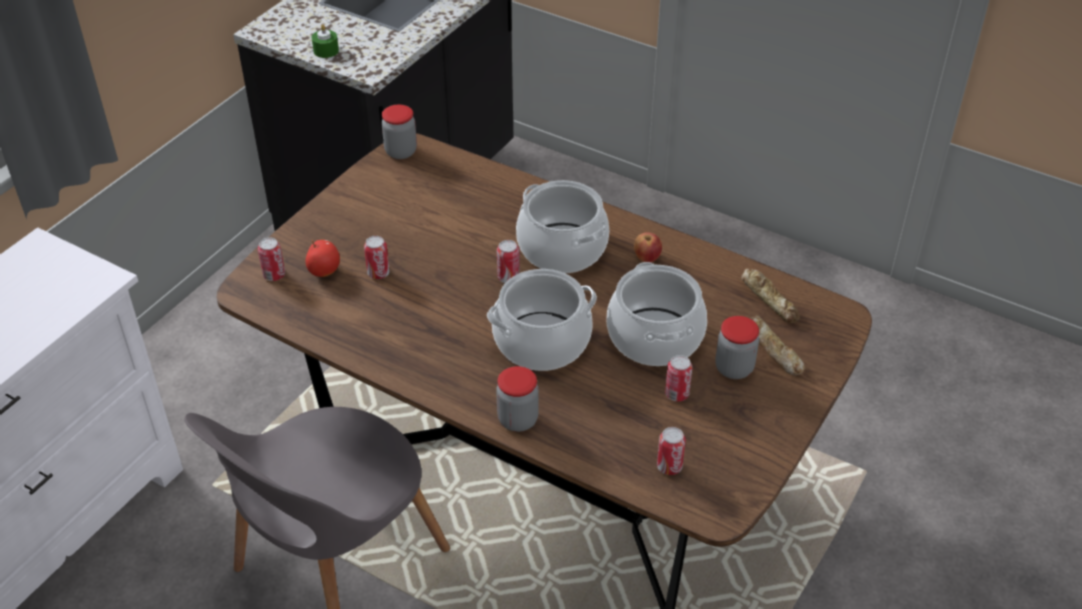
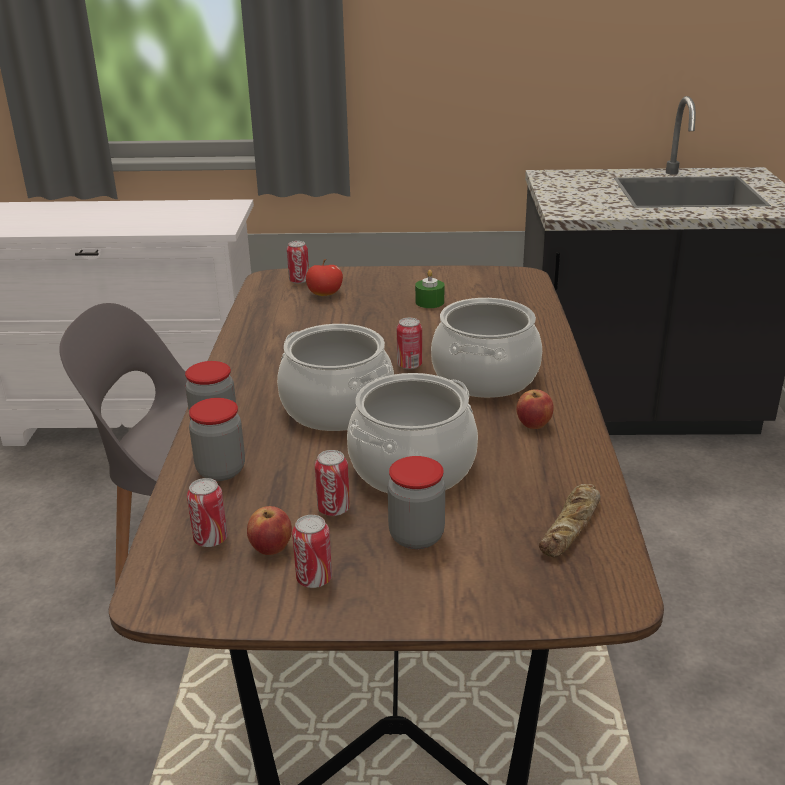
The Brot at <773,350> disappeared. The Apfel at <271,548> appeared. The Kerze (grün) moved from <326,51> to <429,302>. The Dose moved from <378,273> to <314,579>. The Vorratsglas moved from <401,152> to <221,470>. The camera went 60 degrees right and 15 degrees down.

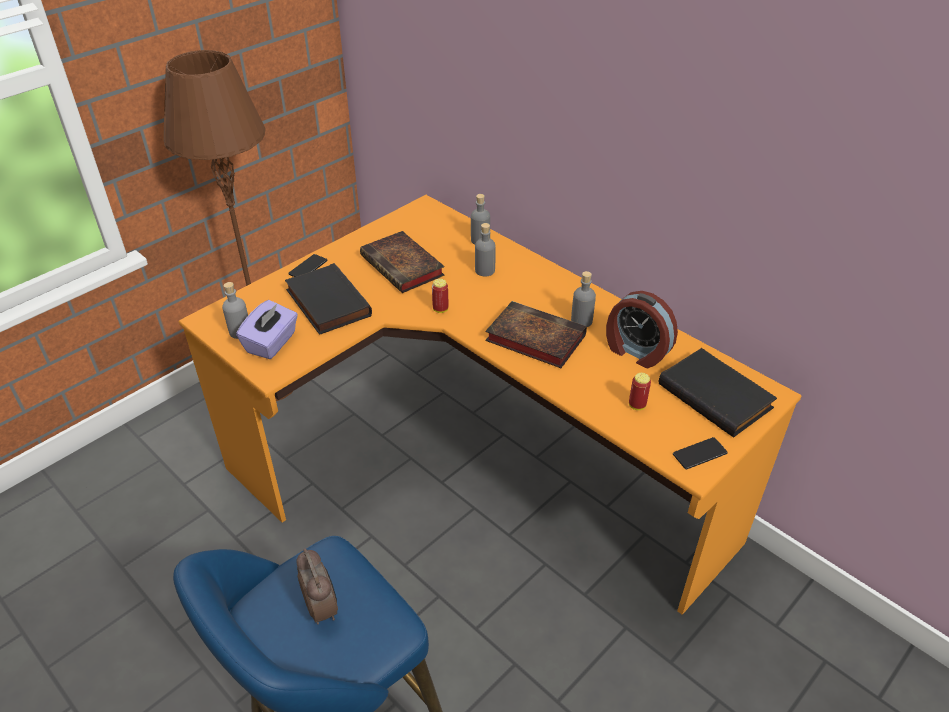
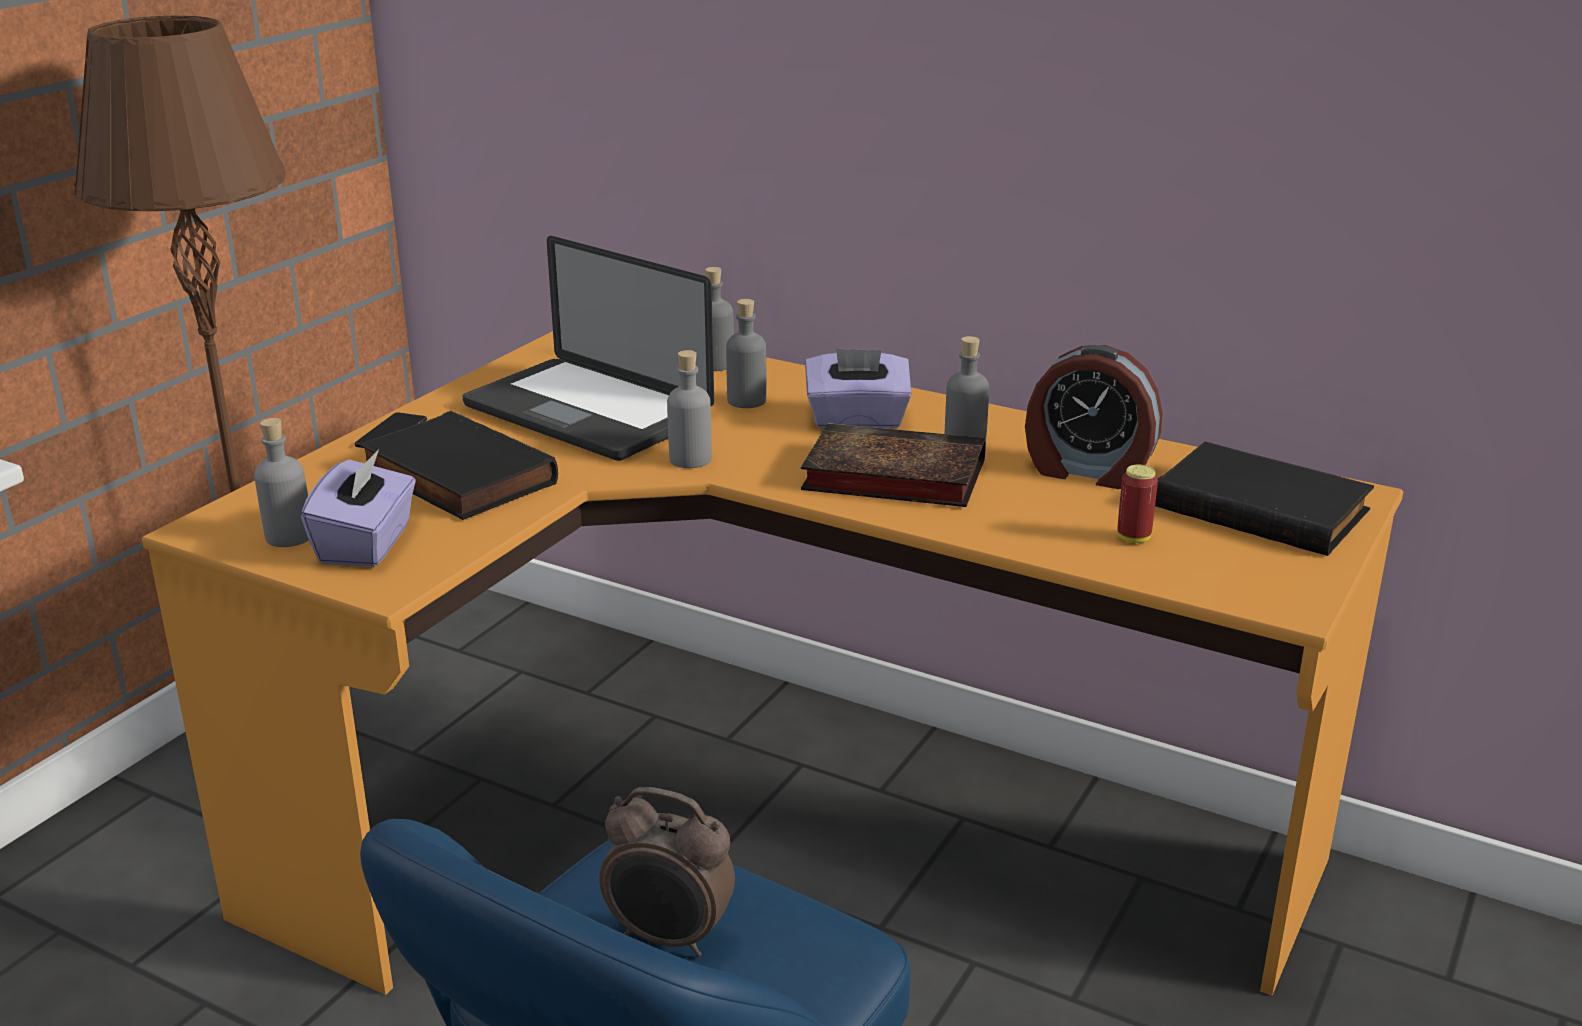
The Handy at <699,454> disappeared. The Taschentuchbox (lila) at <857,420> appeared. The Buch at <404,267> was replaced by the Laptop at <587,412>. The Dose at <440,309> was replaced by the Flasche (grau) at <690,459>. The Wecker at <322,607> turned 150 degrees clockwise. The camera went 15 degrees left and 15 degrees down.

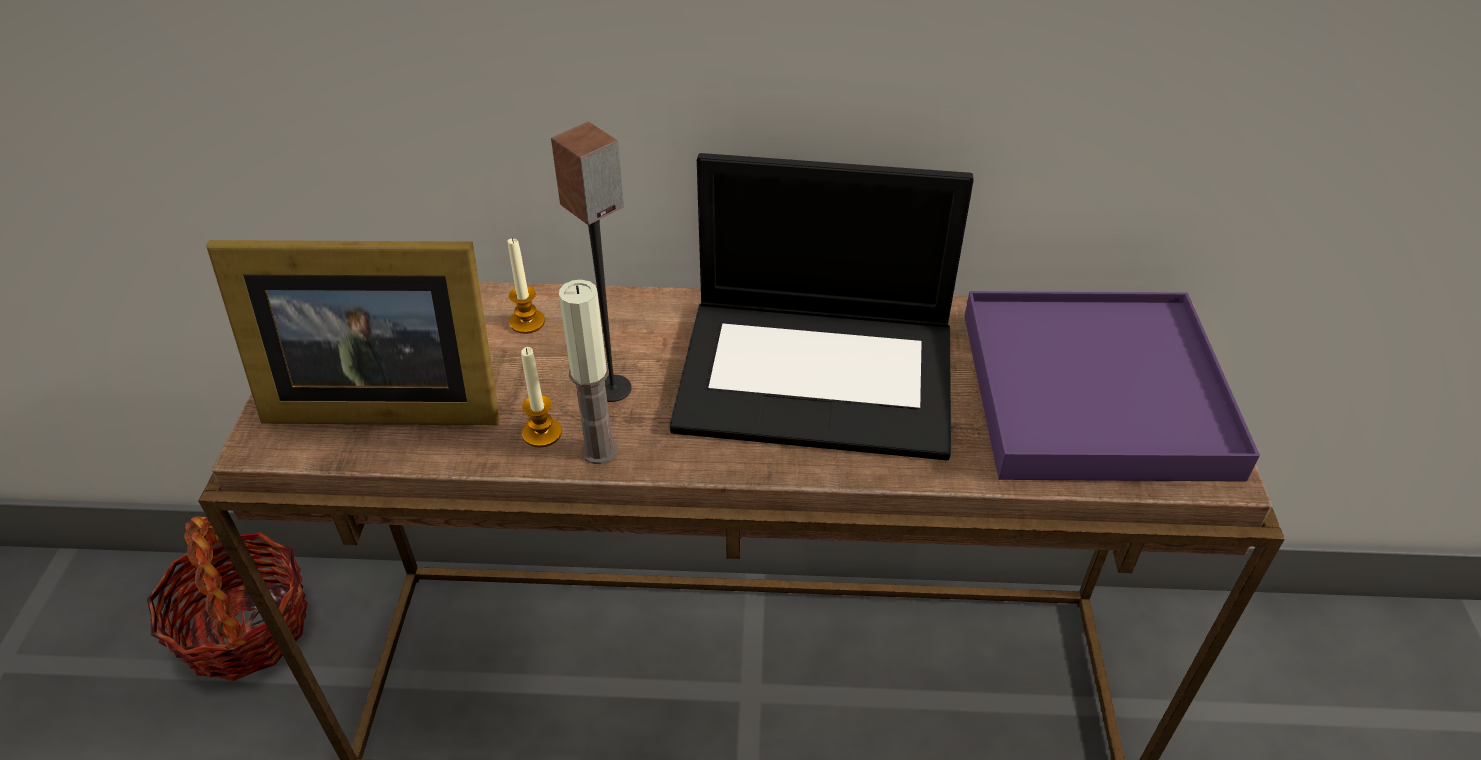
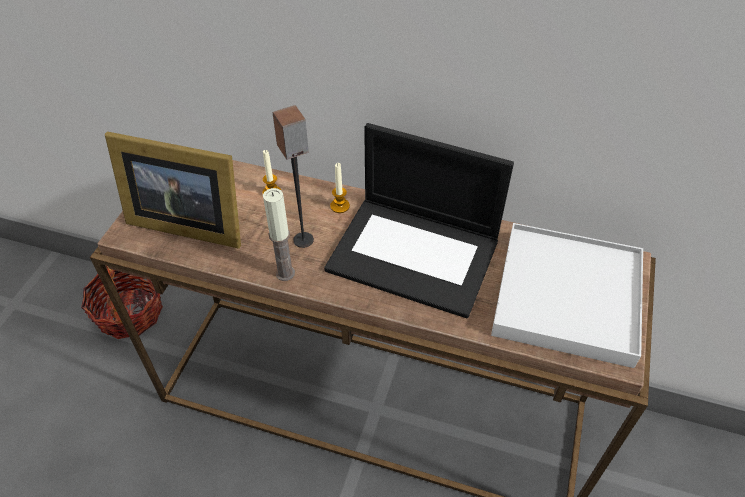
The Kerze moved from <542,433> to <340,206>. The Tablett (lila) at <1094,393> became the Tablett (weiß) at <566,297>. The camera went 15 degrees right and 5 degrees up.

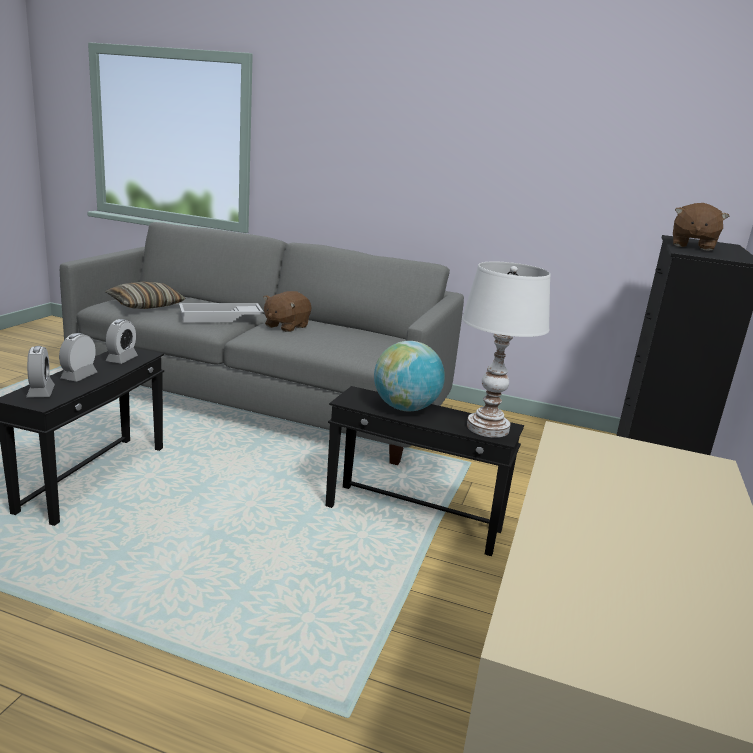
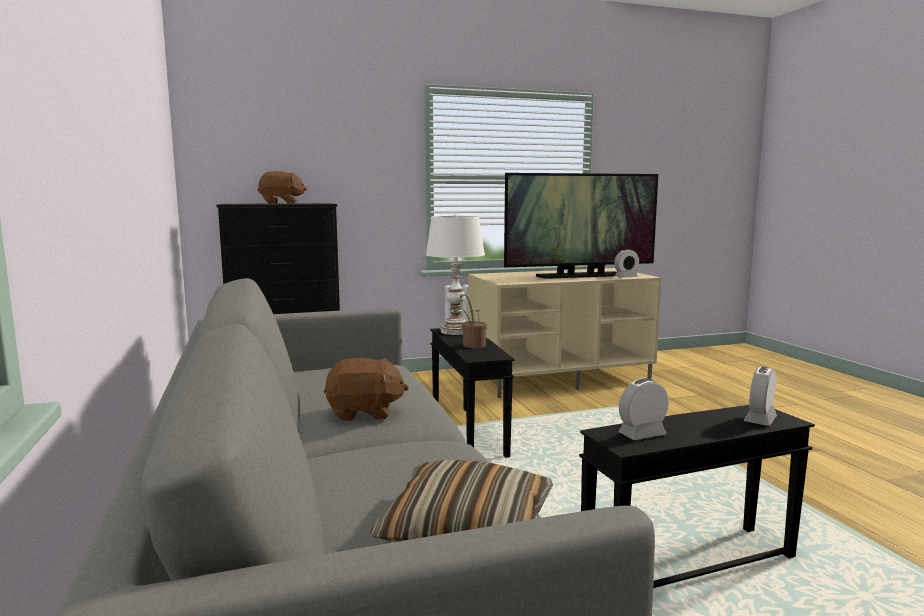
The Tablett (weiß) at <220,318> disappeared. The Fernseher at <579,276> appeared. The Wecker moved from <79,376> to <626,277>. The Globus at <405,408> was replaced by the Topfpflanze at <472,346>. The camera went 125 degrees left and 10 degrees down.

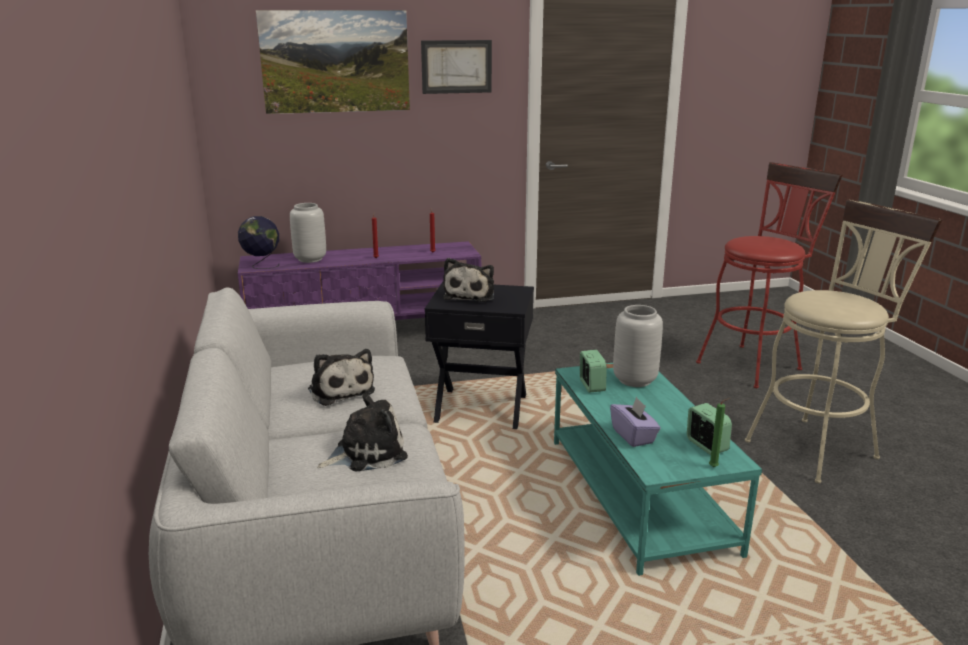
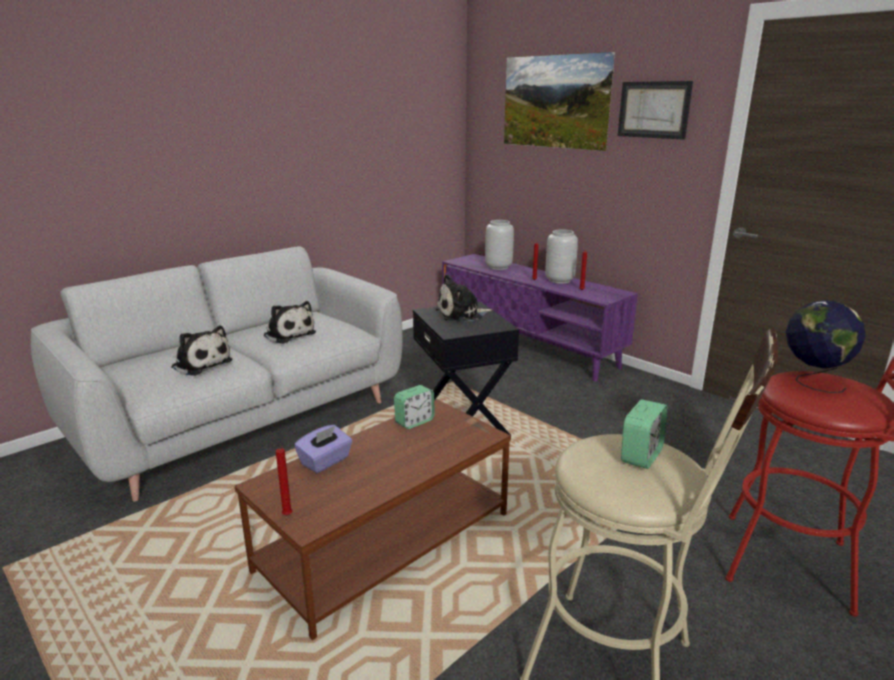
The Globus moved from <261,266> to <813,381>. The Vase (grau) moved from <635,380> to <560,280>. The Wecker moved from <706,446> to <641,456>. The Couchtisch (türkis) at <637,494> became the Couchtisch (braun) at <386,541>. The Kerze (grün) at <715,467> became the Kerze (rot) at <288,516>. The Plüschtier at <340,390> turned 75 degrees counterclockwise. The camera went 60 degrees right and 0 degrees up.

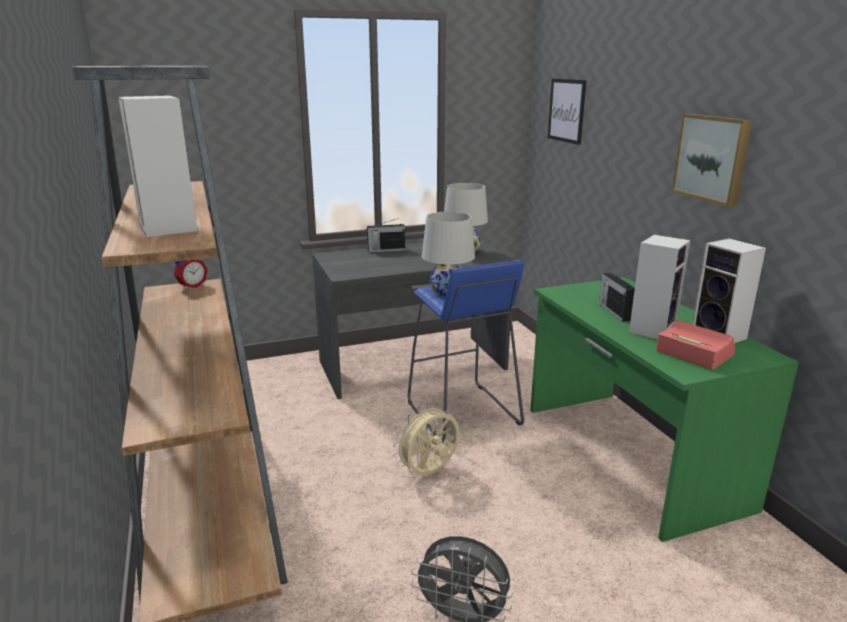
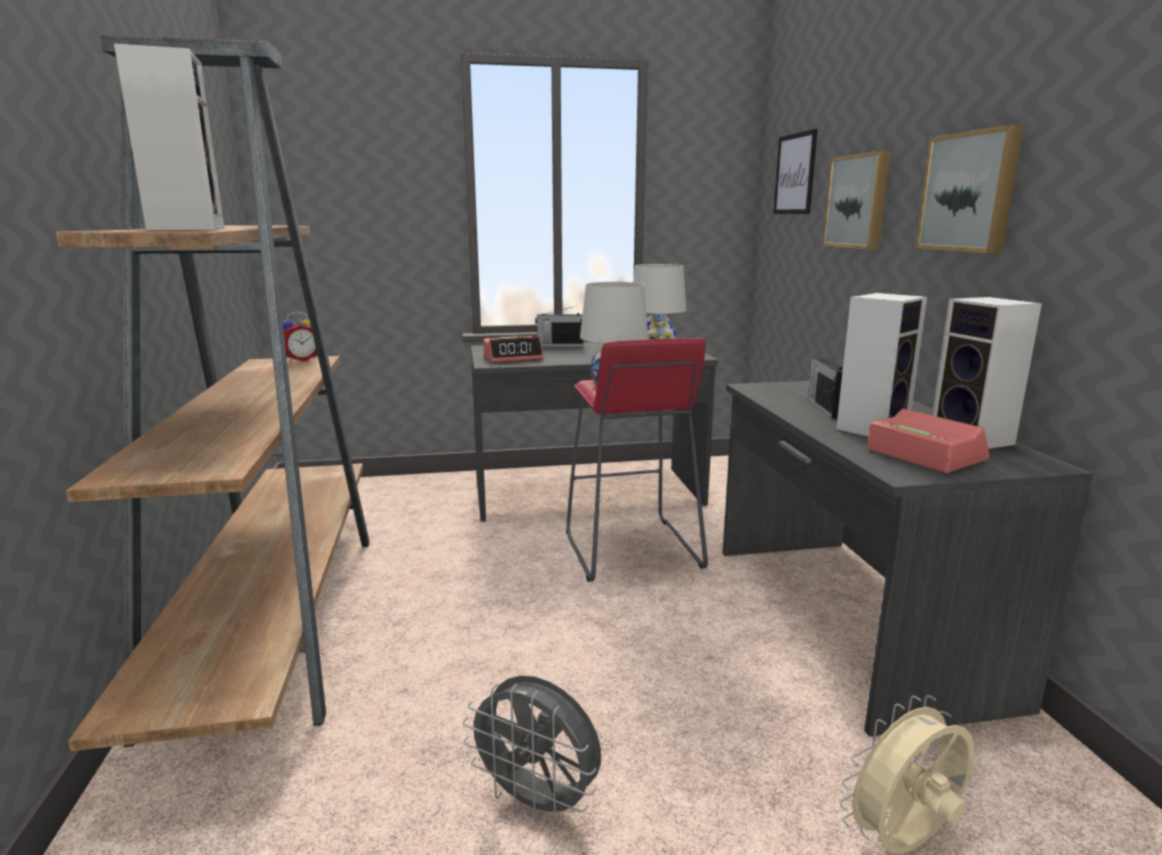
The Wecker at <513,357> appeared. The Bild at <859,201> appeared. The Ventilator (beige) moved from <429,473> to <904,843>. The Hocker (blau) at <462,414> became the Hocker (rot) at <630,550>. The Schreibtisch (grün) at <629,455> became the Schreibtisch (grau) at <847,618>. The camera went 10 degrees right and 5 degrees down.

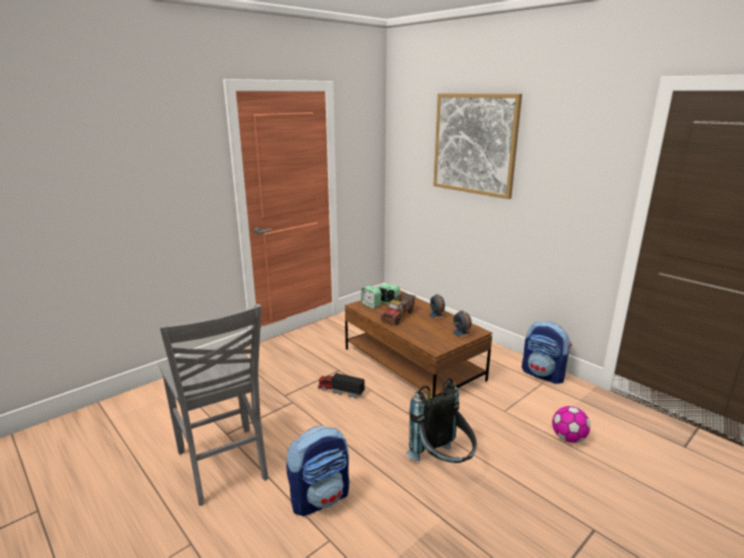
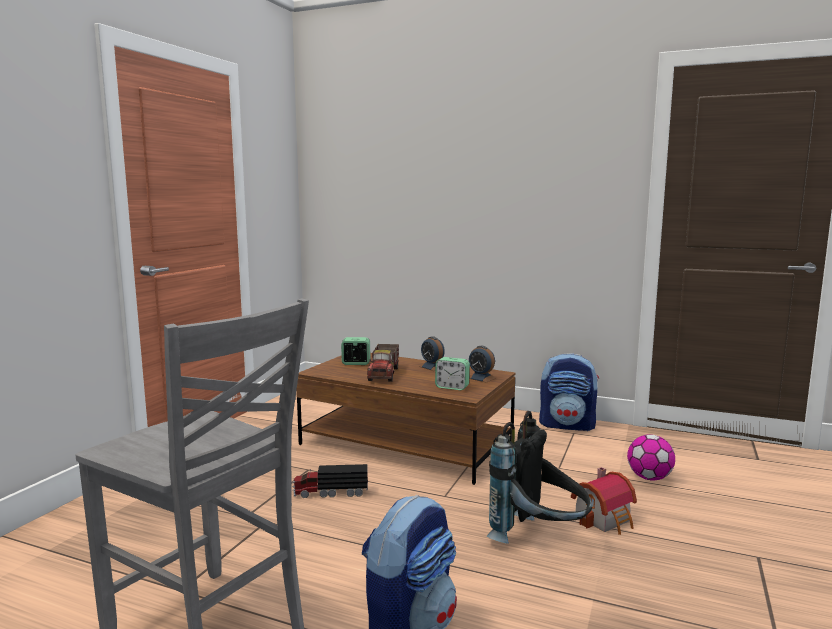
The Bild at <474,144> disappeared. The Spielzeughaus at <605,519> appeared. The Wecker moved from <371,305> to <452,387>. The camera went 25 degrees left and 10 degrees down.

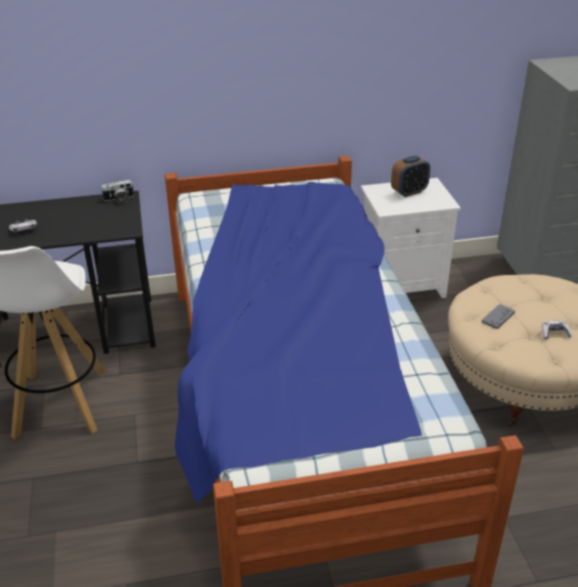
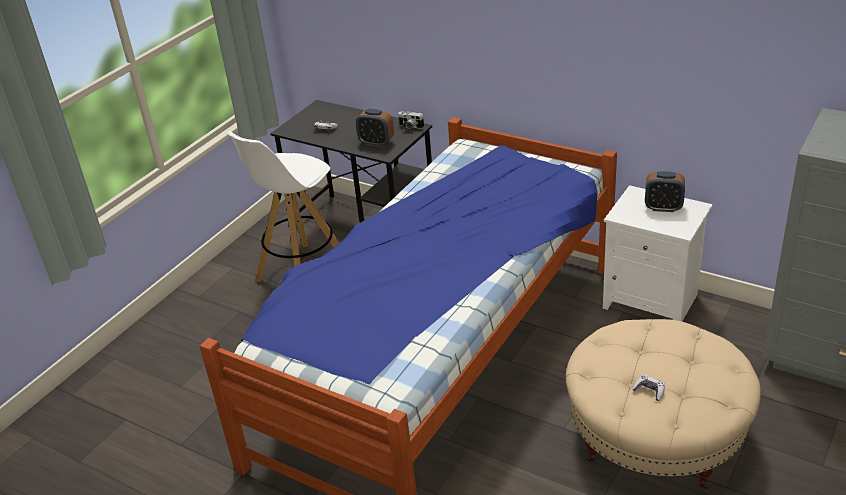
The Gamepad (grau) at <498,317> disappeared. The Wecker at <376,142> appeared. The camera went 45 degrees right and 0 degrees up.

